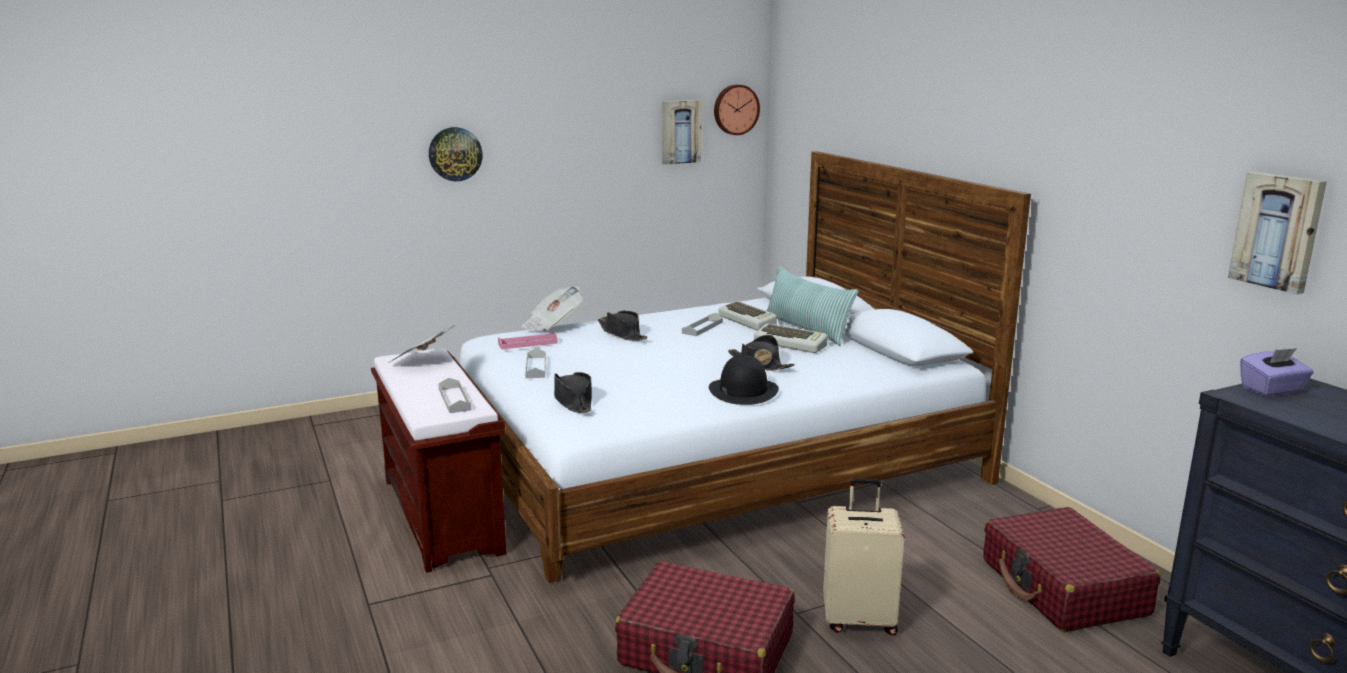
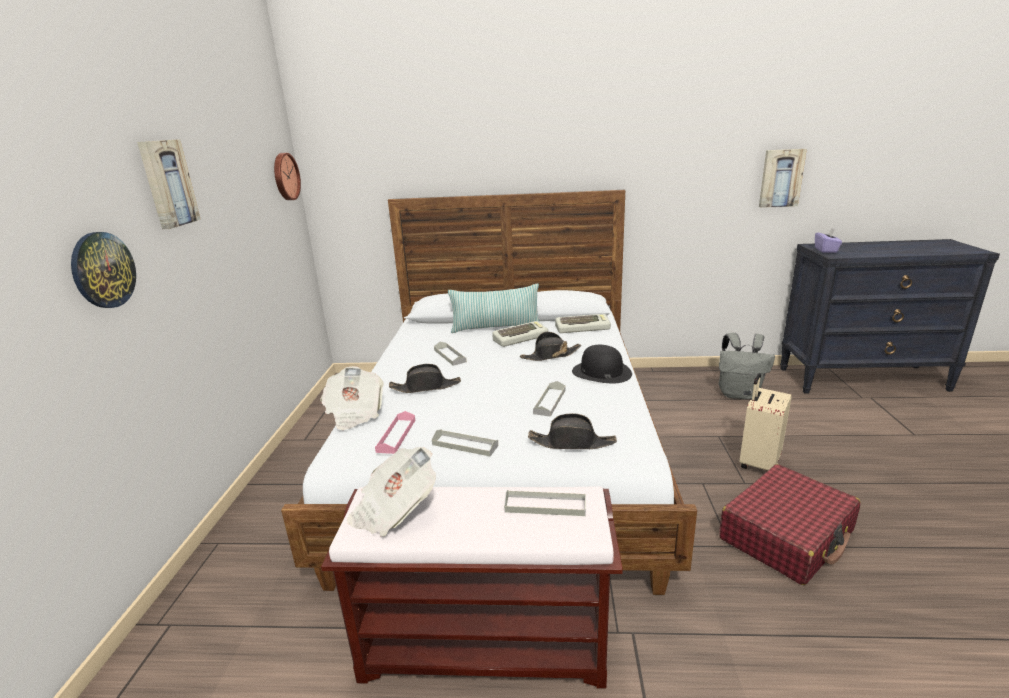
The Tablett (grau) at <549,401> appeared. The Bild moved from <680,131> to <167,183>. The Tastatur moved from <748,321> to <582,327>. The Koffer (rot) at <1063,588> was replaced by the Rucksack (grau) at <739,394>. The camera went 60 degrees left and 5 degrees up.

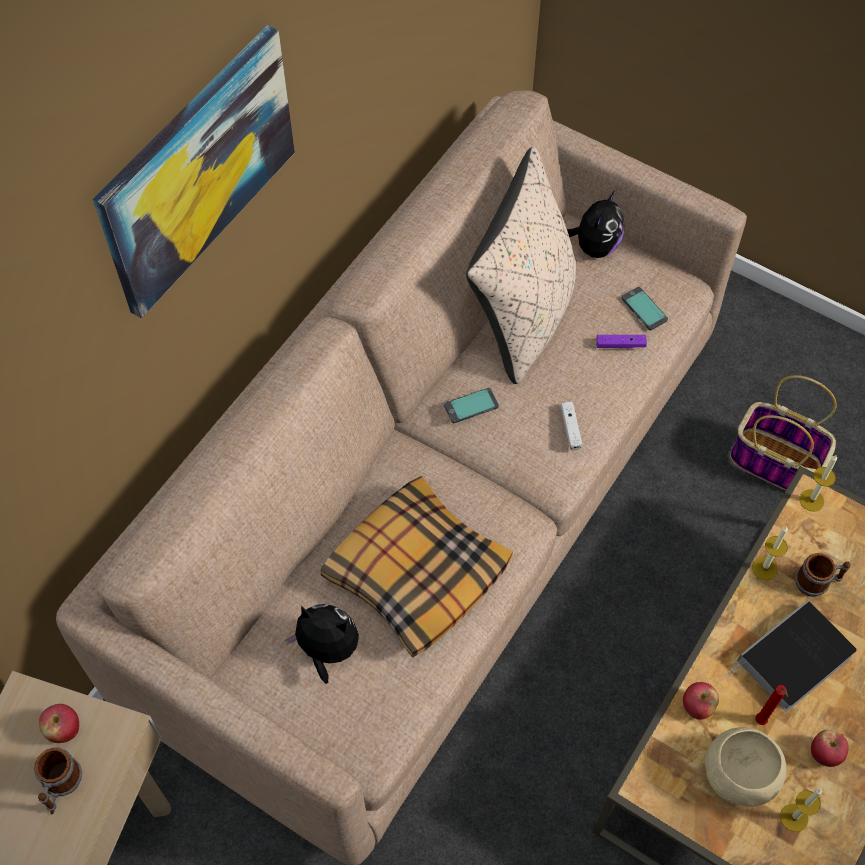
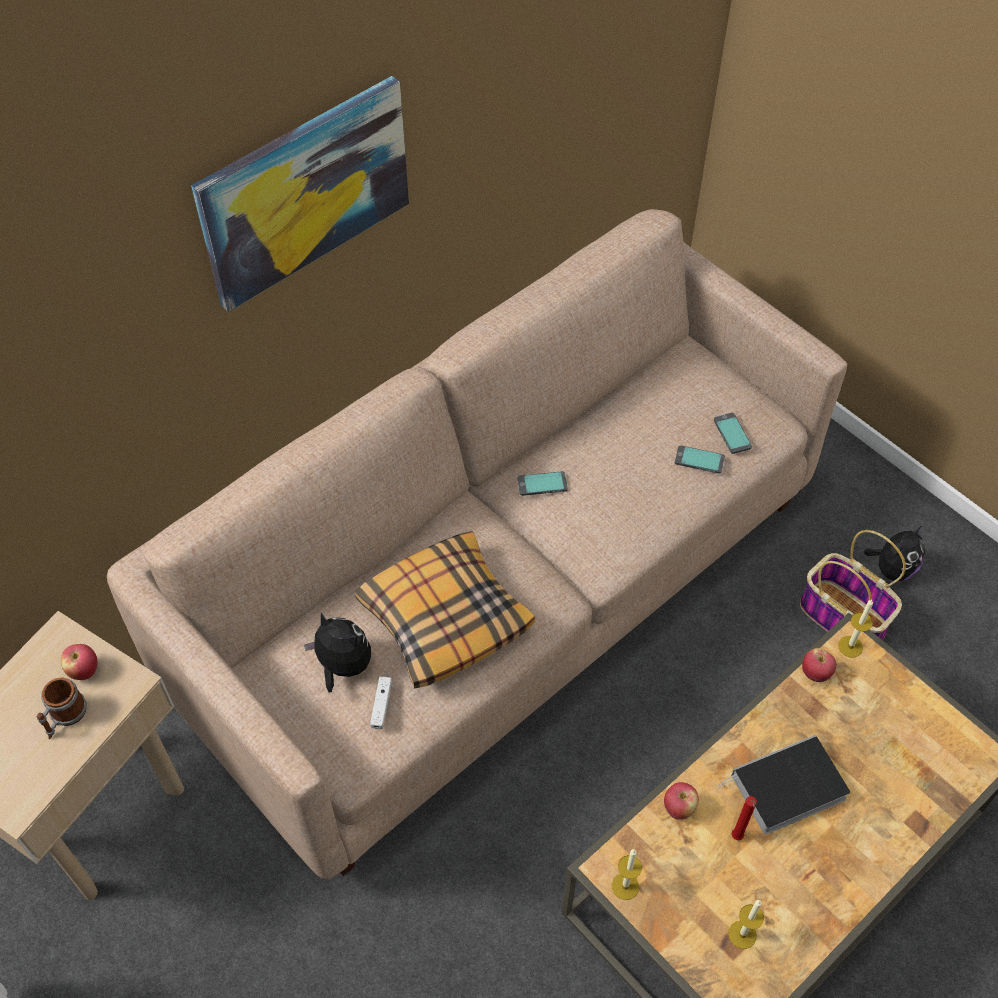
The Kissen (beige) at <523,315> disappeared. The Schüssel (beige) at <741,776> disappeared. The Henkelbecher at <817,582> disappeared. The Gamepad (weiß) moved from <570,428> to <381,705>. The Plüschtier moved from <594,246> to <892,568>. The Kerze moved from <764,568> to <625,886>. The Apfel moved from <824,754> to <815,673>. The Gamepad (lila) at <620,345> was replaced by the Handy at <699,460>. The camera went 15 degrees right and 5 degrees down.

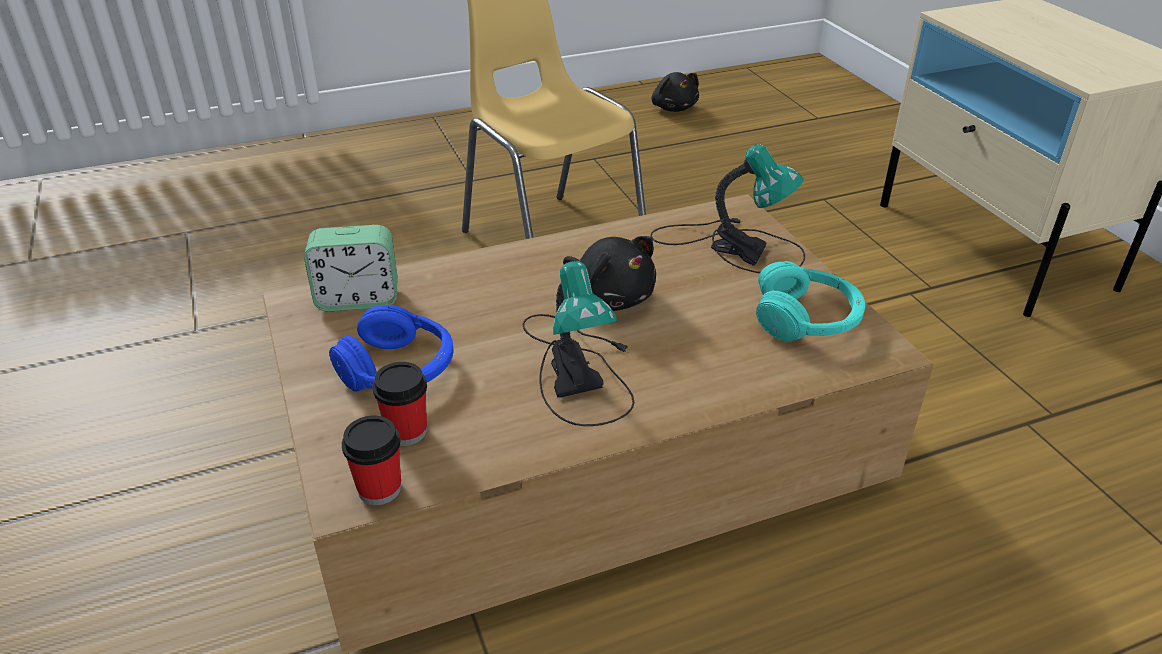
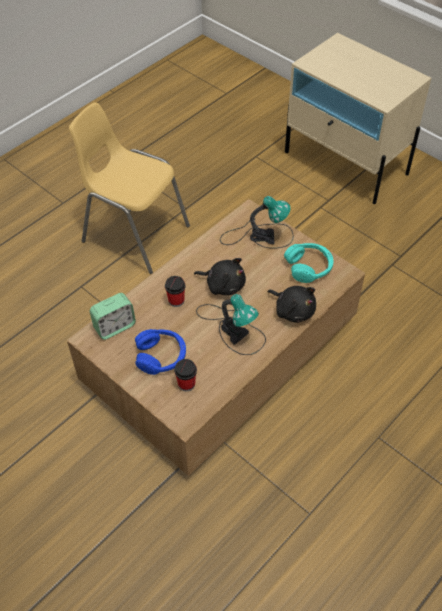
The Tasse moved from <379,489> to <176,301>. The Plüschtier (schwarz) moved from <673,108> to <293,310>. The camera went 25 degrees left and 15 degrees up.

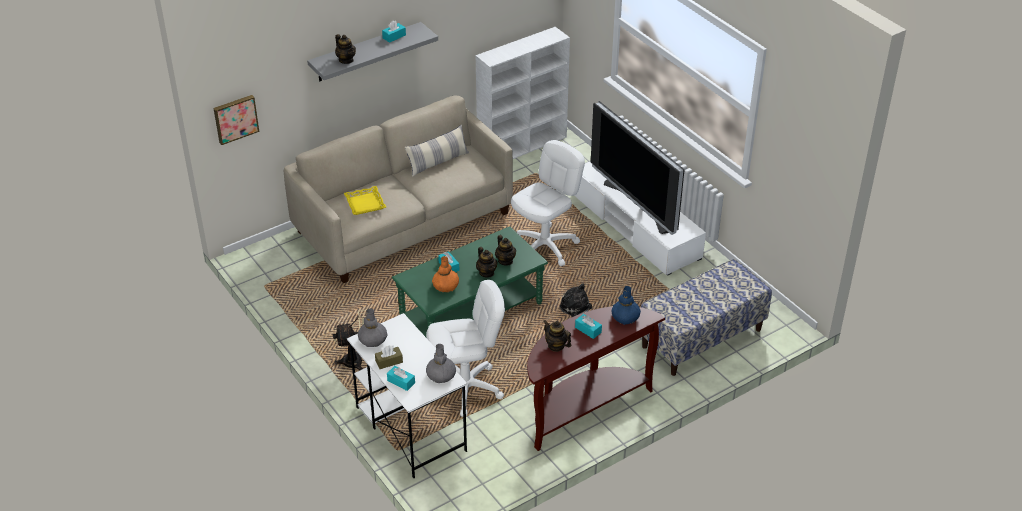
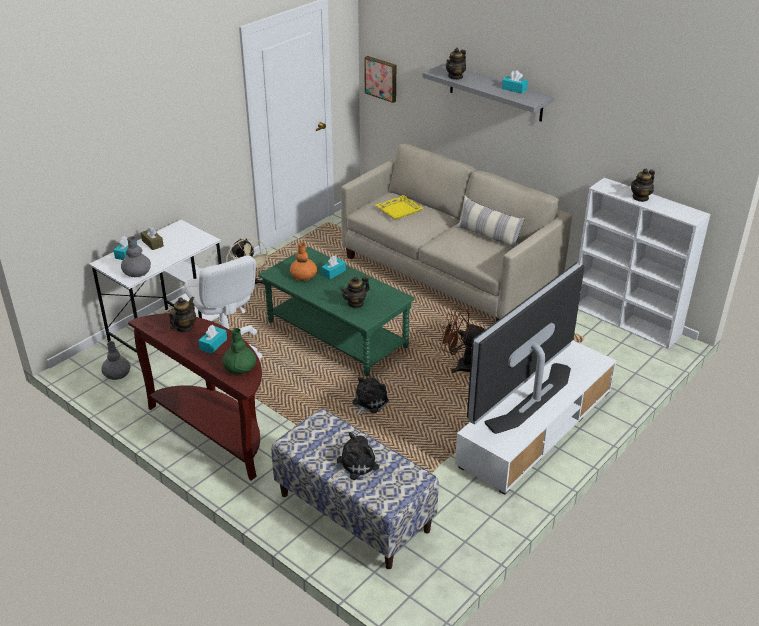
The Plüschtier at <354,465> appeared. The Vase (grau) moved from <372,340> to <117,374>. The Teekanne moved from <486,273> to <640,197>. The Bürostuhl (weiß) at <545,246> was replaced by the Ventilator (braun) at <461,365>. The Vase (blau) at <625,317> became the Vase (grün) at <239,367>. The camera went 75 degrees right and 5 degrees down.

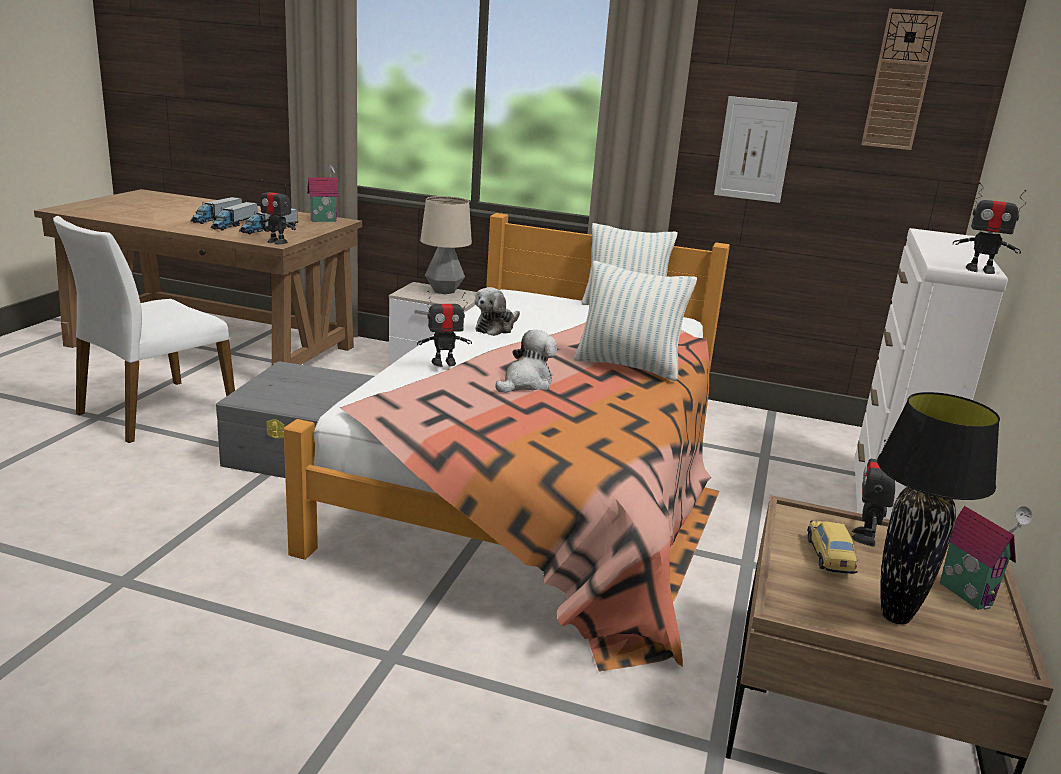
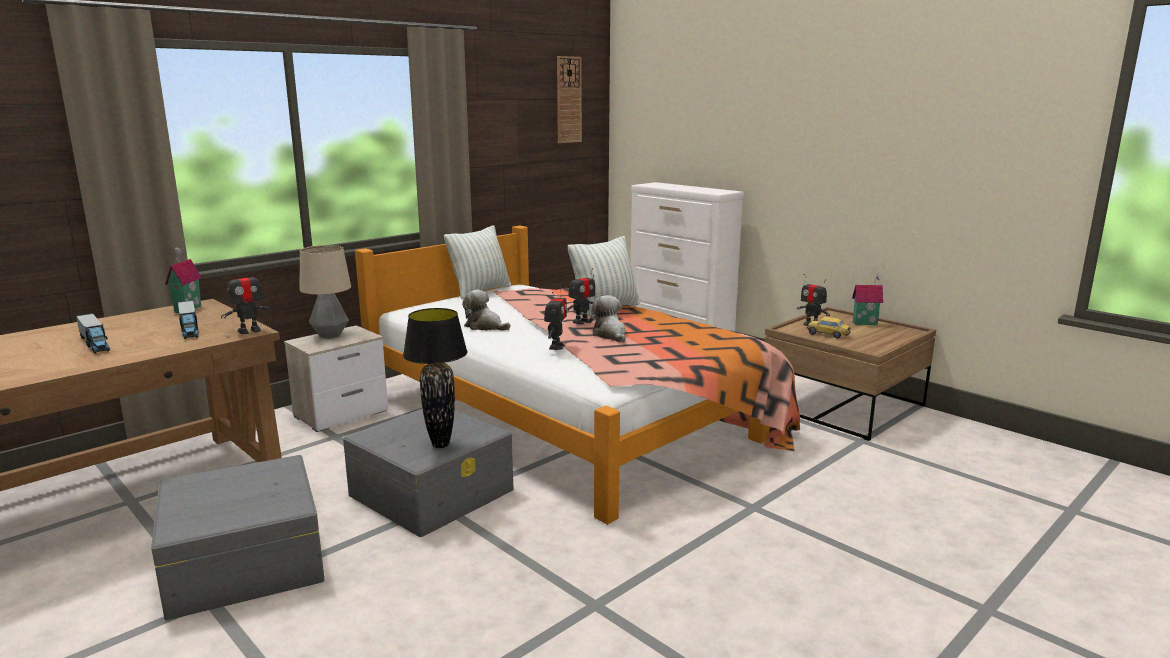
The Spielzeuglaster at <234,224> disappeared. The Bild at <754,149> disappeared. The Tischlampe (schwarz) moved from <895,616> to <440,444>. The Spielzeugroboter moved from <980,270> to <581,322>. The Stuhl (weiß) at <154,411> was replaced by the Aufbewahrungsbox (grau) at <242,561>. The Plüschtier at <496,328> turned 150 degrees clockwise. The camera went 60 degrees left and 5 degrees down.

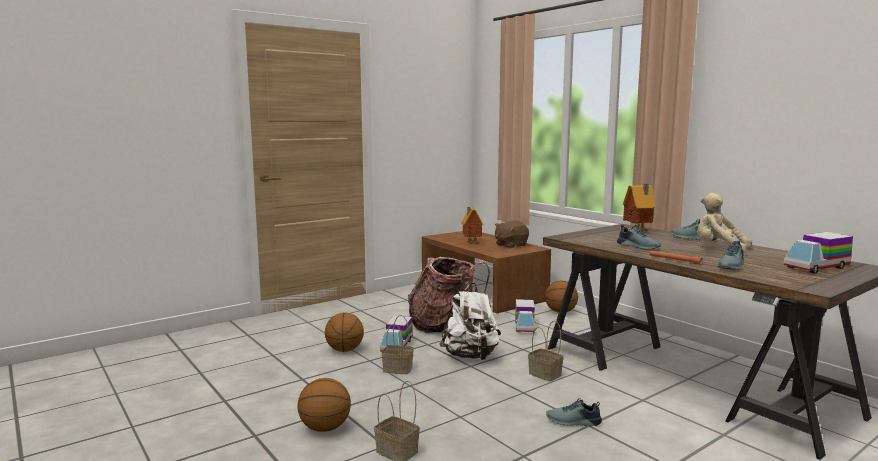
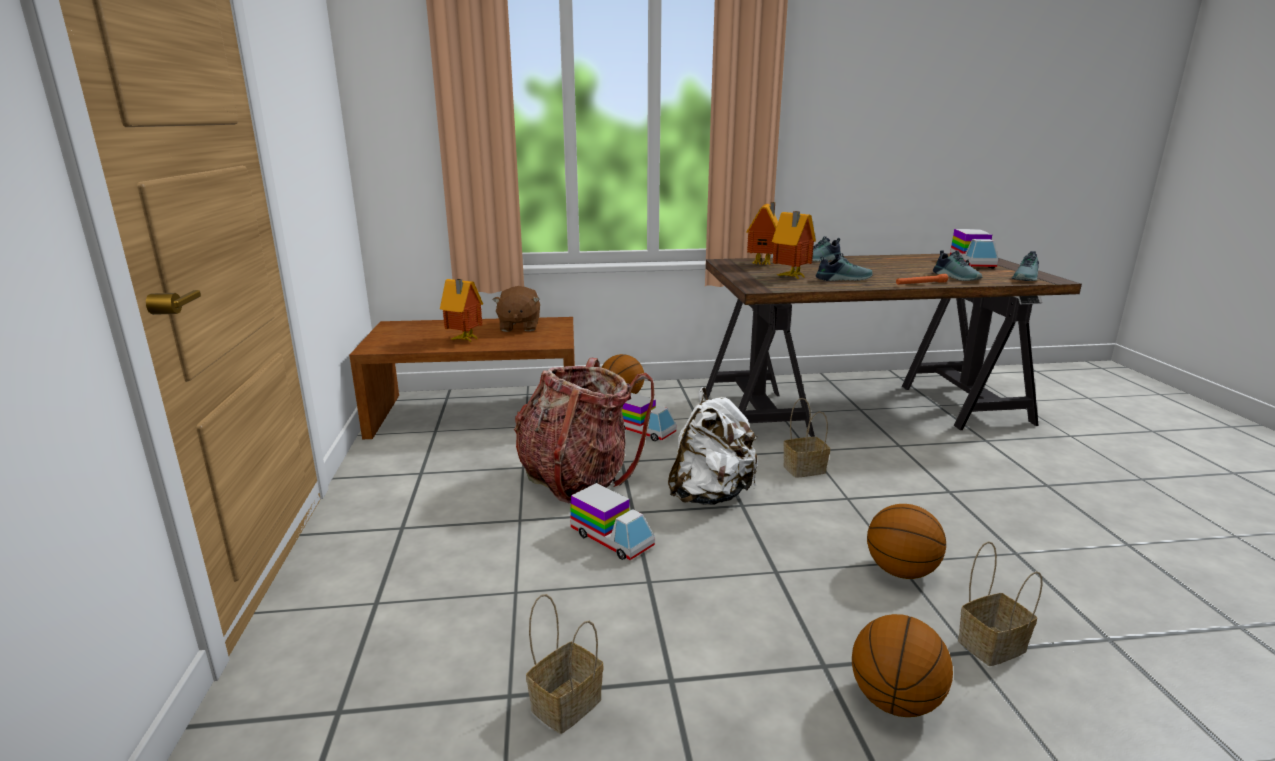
The Plüschtier (beige) at <718,249> disappeared. The Spielzeughaus at <790,277> appeared. The Basketball moved from <345,350> to <900,571>. The Korb moved from <399,369> to <567,702>. The Schuh moved from <573,422> to <1027,278>. The camera went 60 degrees left and 10 degrees up.

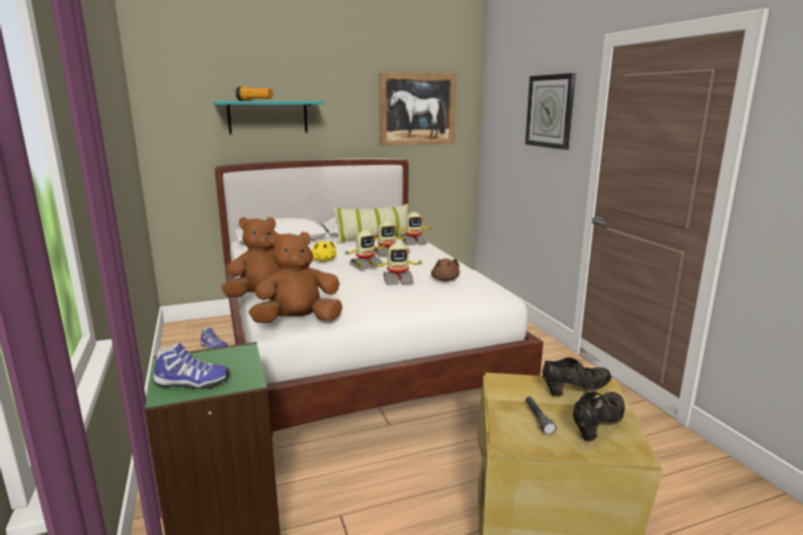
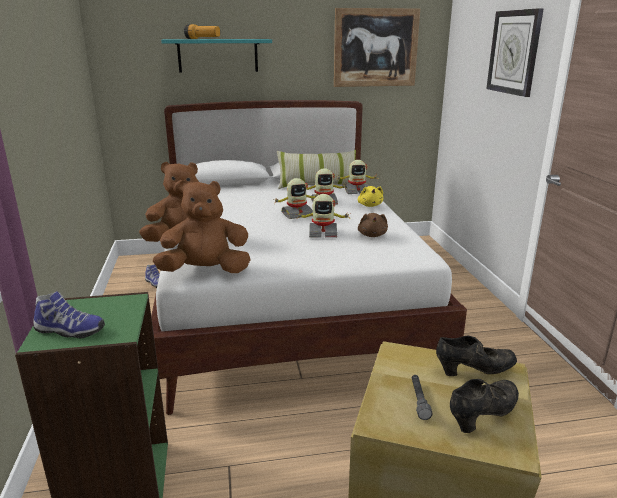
The Plüschtier (gelb) moved from <324,260> to <370,205>. The camera went 10 degrees right and 5 degrees up.

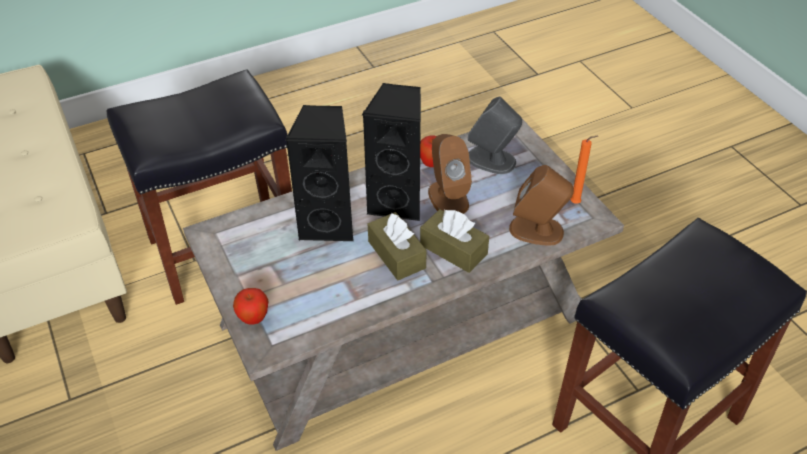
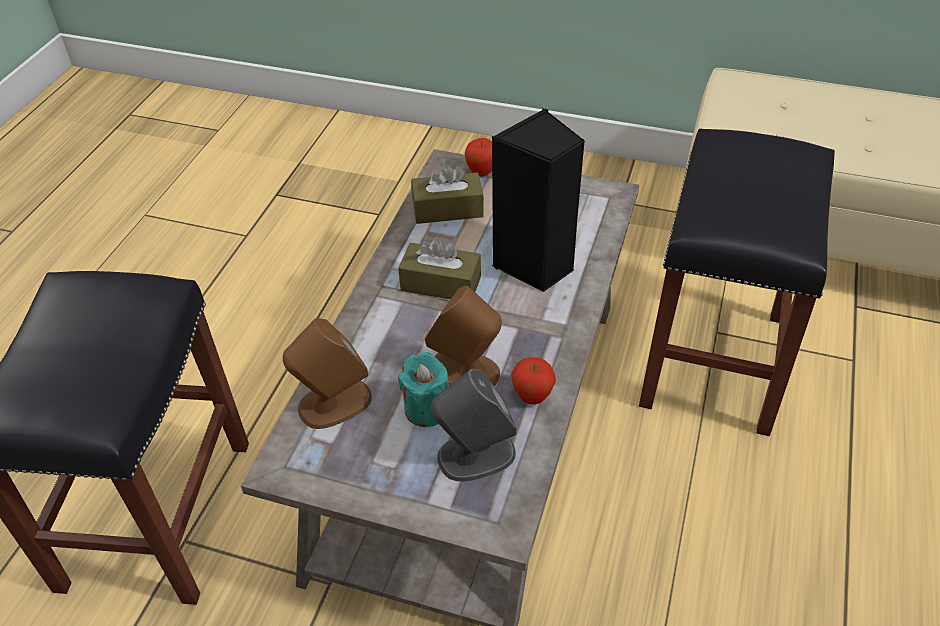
The Lautsprecher (schwarz) at <398,202> disappeared. The Kerze (orange) at <577,203> disappeared. The Kerze (türkis) at <427,409> appeared. The Taschentuchbox (braun) moved from <453,249> to <447,209>. The camera went 135 degrees right and 0 degrees up.

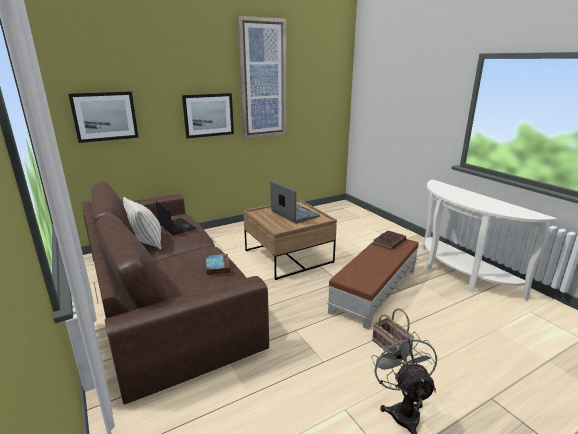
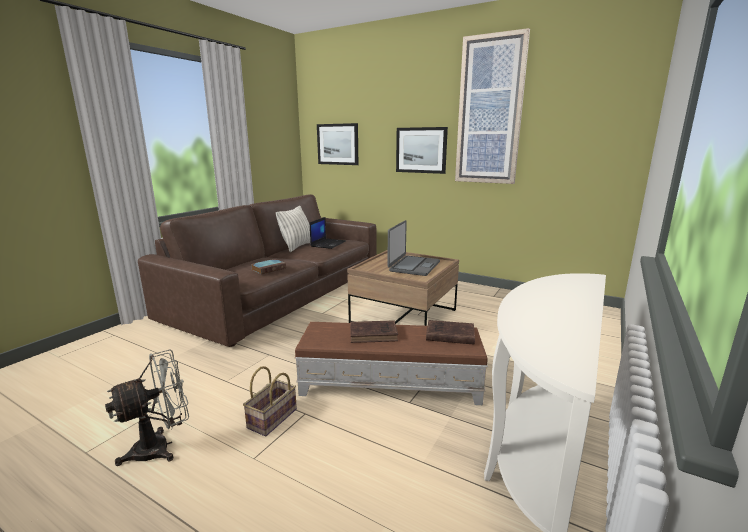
The Buch (braun) at <374,334> appeared. The camera went 60 degrees right and 5 degrees down.

